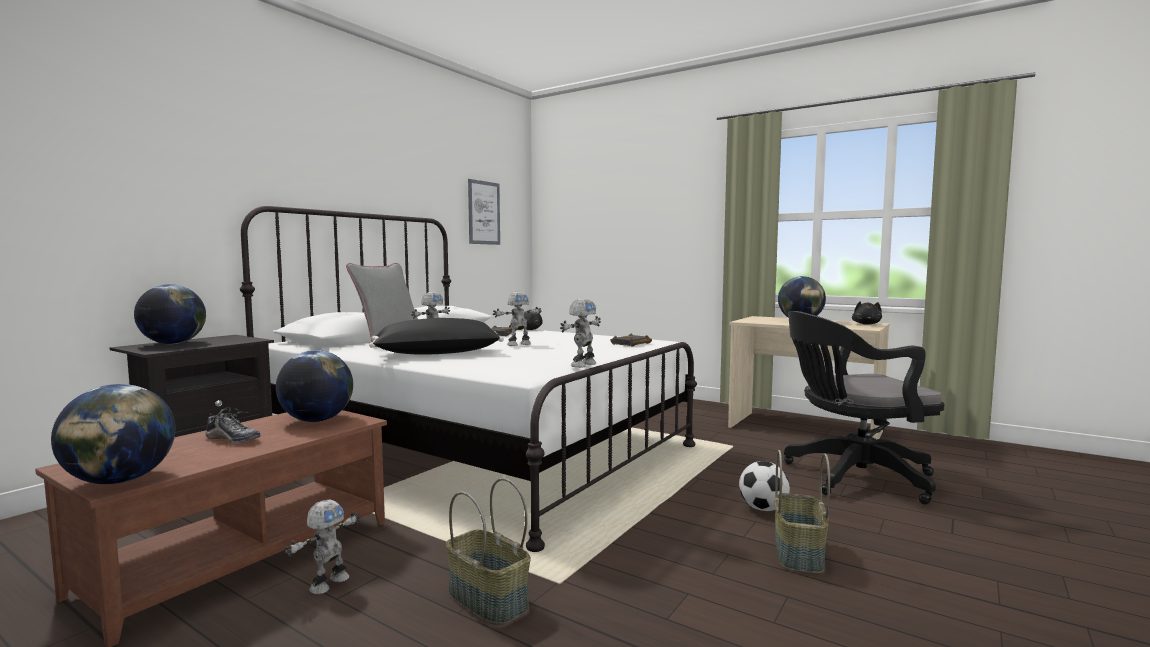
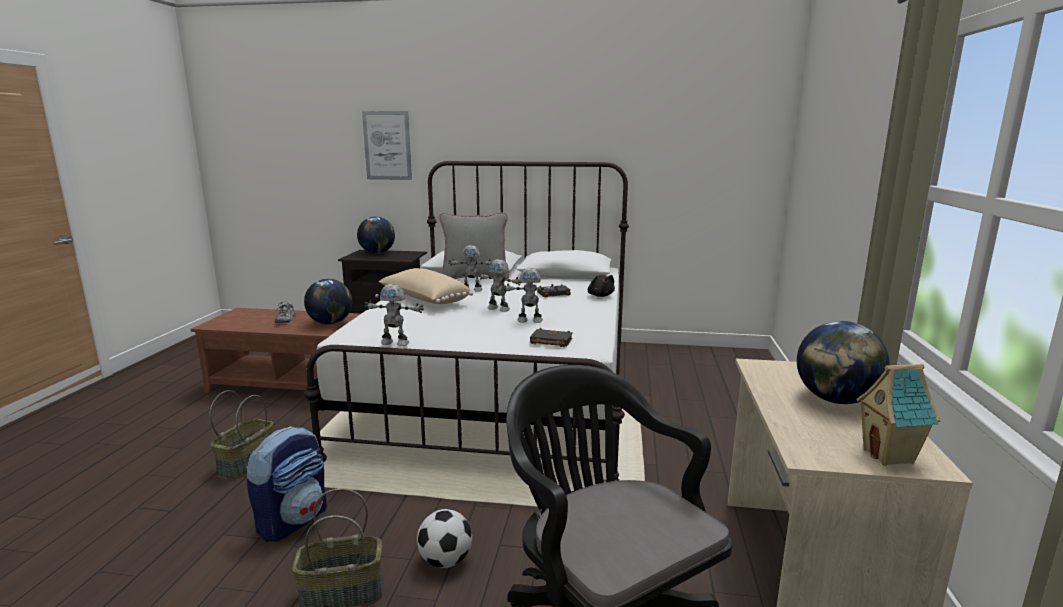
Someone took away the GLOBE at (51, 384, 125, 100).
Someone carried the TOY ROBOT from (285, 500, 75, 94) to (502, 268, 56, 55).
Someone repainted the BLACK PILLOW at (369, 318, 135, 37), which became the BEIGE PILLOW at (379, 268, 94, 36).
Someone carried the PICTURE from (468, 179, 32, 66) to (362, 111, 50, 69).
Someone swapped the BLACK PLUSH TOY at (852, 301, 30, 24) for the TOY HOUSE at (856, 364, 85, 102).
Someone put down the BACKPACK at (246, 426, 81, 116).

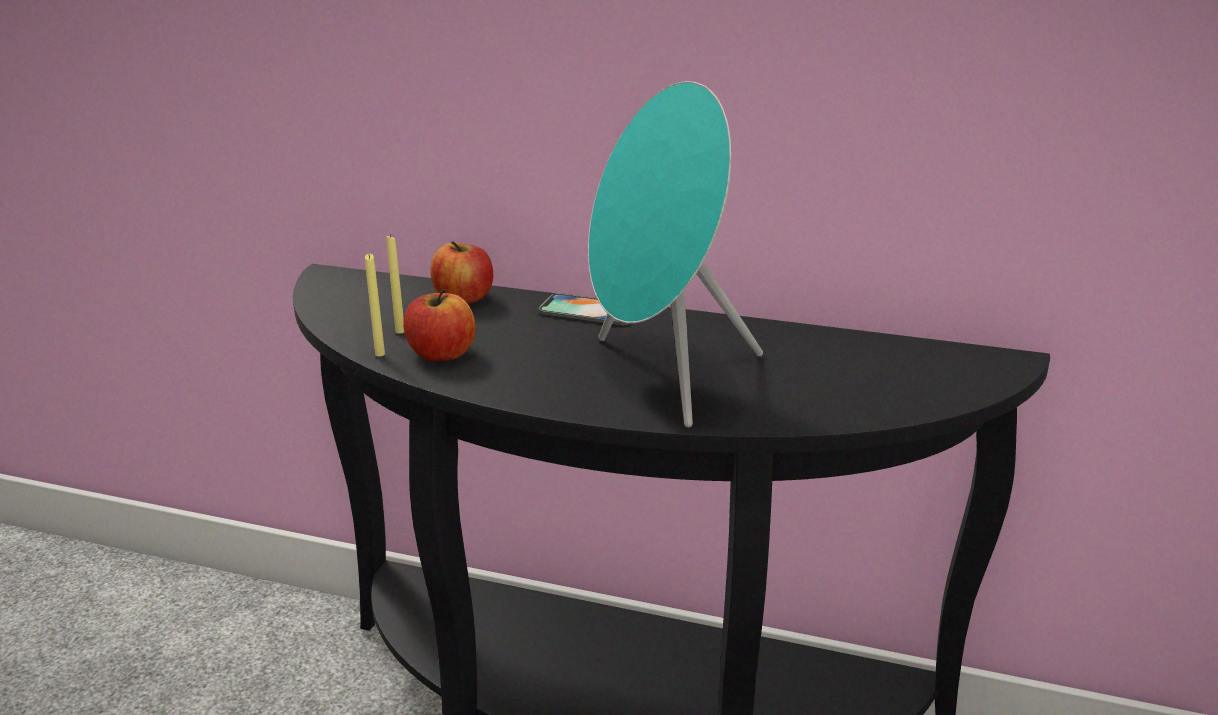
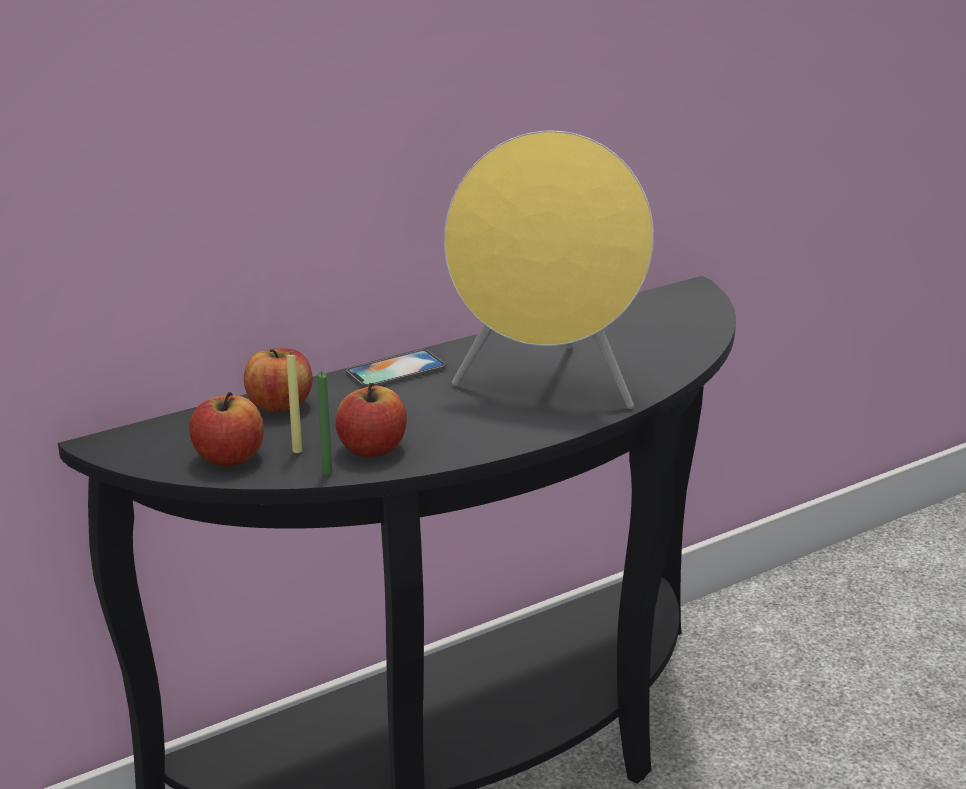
Someone repainted the YELLOW CANDLE at (365, 254, 20, 103), which became the GREEN CANDLE at (317, 372, 15, 103).
Someone repainted the TURQUOISE SPEAKER at (588, 81, 175, 346), which became the YELLOW SPEAKER at (444, 131, 210, 278).
Someone put down the APPLE at (190, 392, 74, 74).

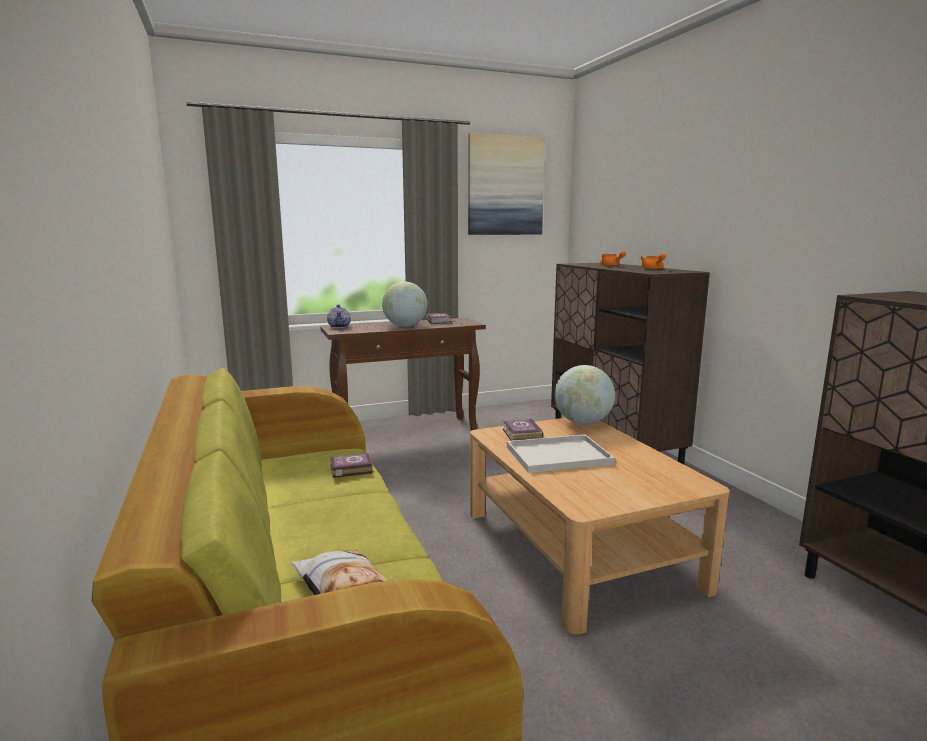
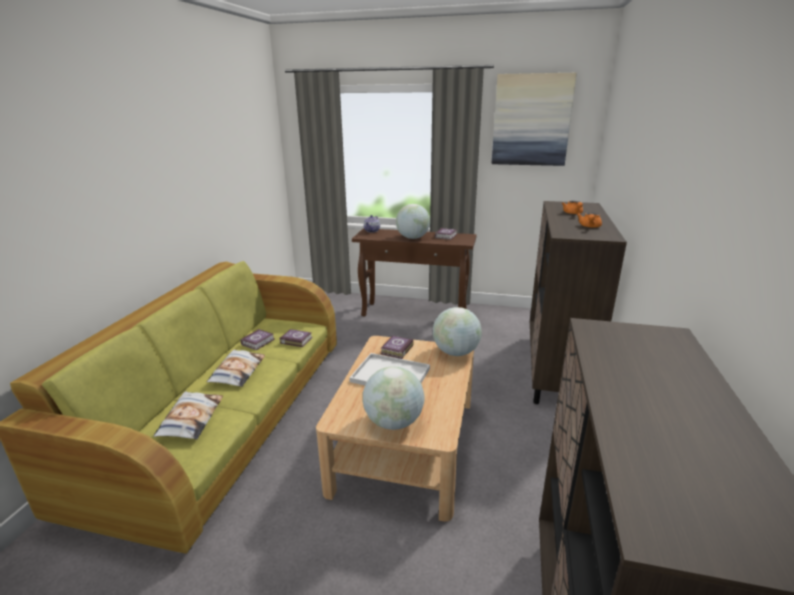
Someone put down the PILLOW at (207, 349, 58, 38).
Someone put down the BOOK at (241, 329, 34, 21).
Someone put down the GLOBE at (363, 366, 62, 64).

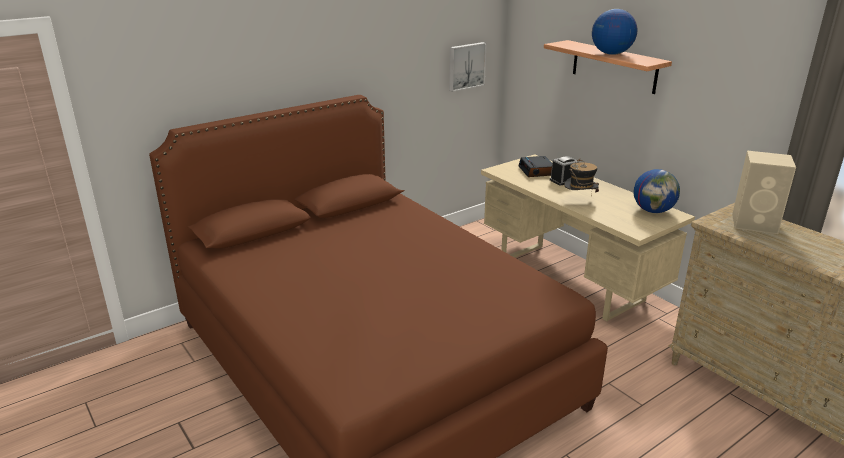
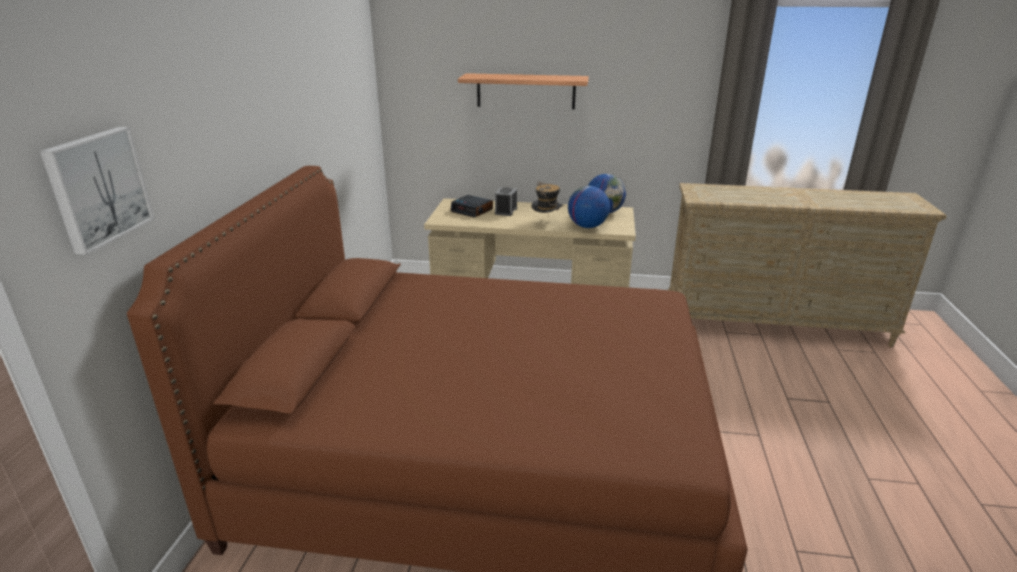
Someone carried the PICTURE from (449, 42, 38, 50) to (40, 127, 114, 128).
Someone carried the GLOBE from (592, 9, 45, 46) to (568, 186, 42, 42).
Someone took away the BEIGE SPEAKER at (732, 151, 64, 83).

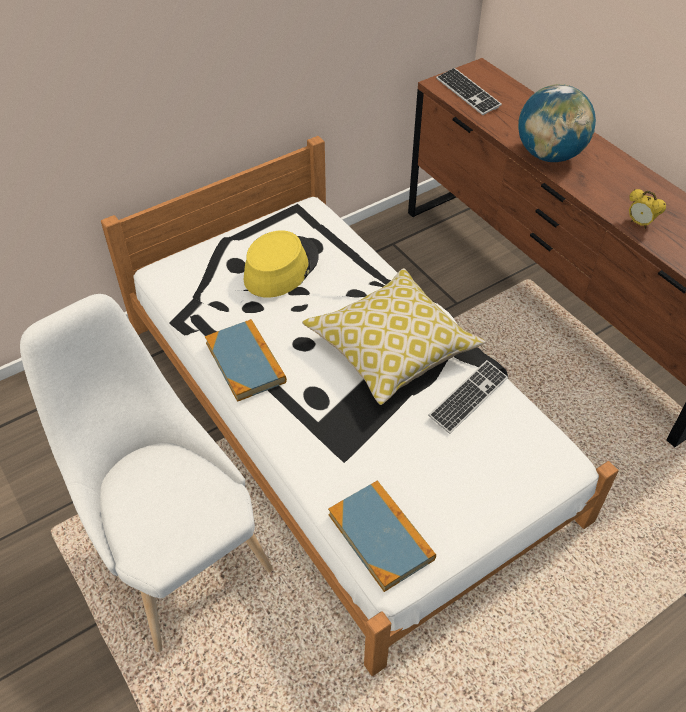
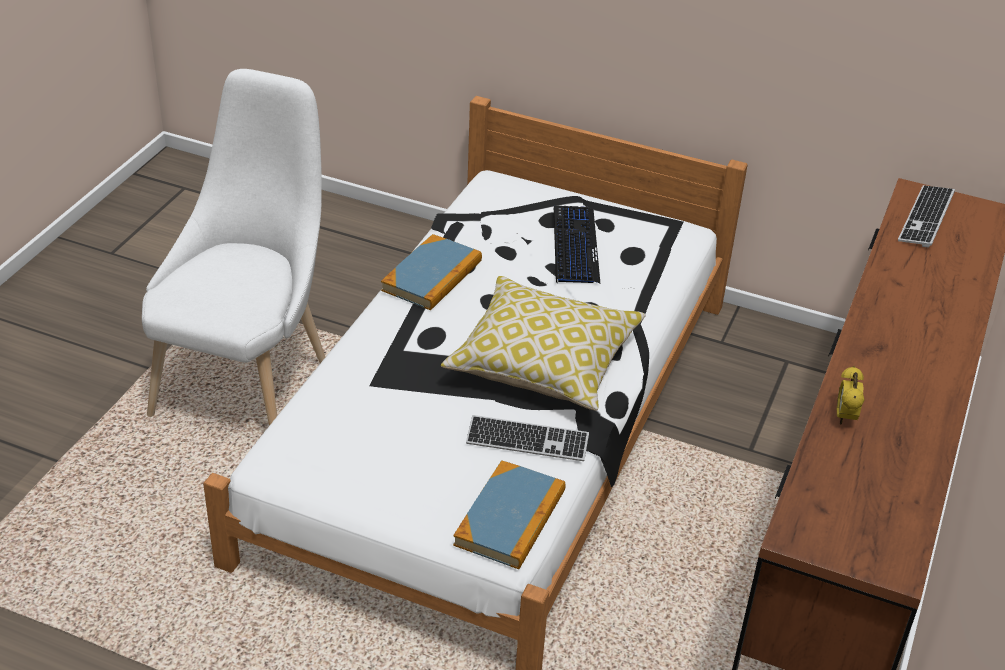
Someone swapped the YELLOW HAT at (244, 230, 75, 68) for the KEYBOARD at (554, 205, 46, 78).
Someone carried the BOOK from (328, 481, 108, 111) to (453, 460, 113, 109).
Someone took away the GLOBE at (518, 84, 78, 78).

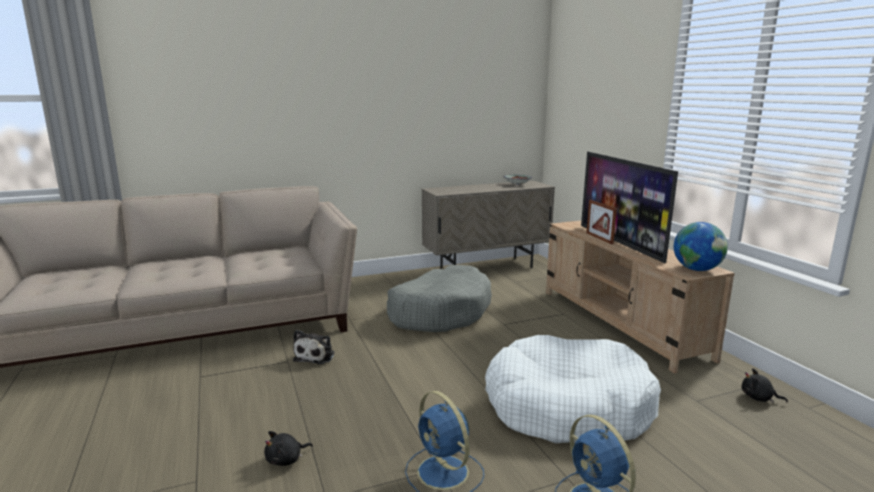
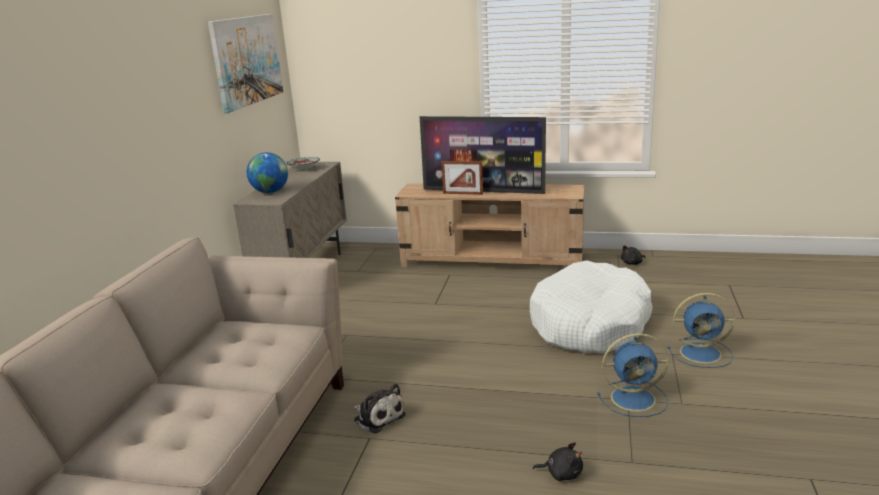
Someone rotated the BLACK PLUSH TOY at (264, 431, 49, 35) by 75 degrees counterclockwise.
Someone took away the GREY DOG BED at (387, 265, 105, 67).
Someone carried the GLOBE from (674, 222, 54, 49) to (247, 152, 41, 41).
Someone put up the PICTURE at (208, 14, 75, 99).

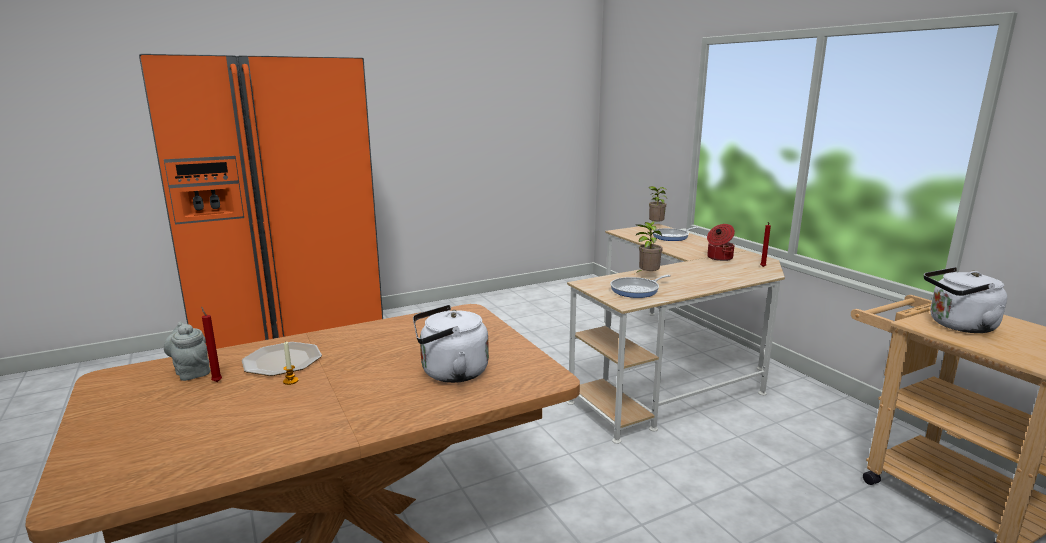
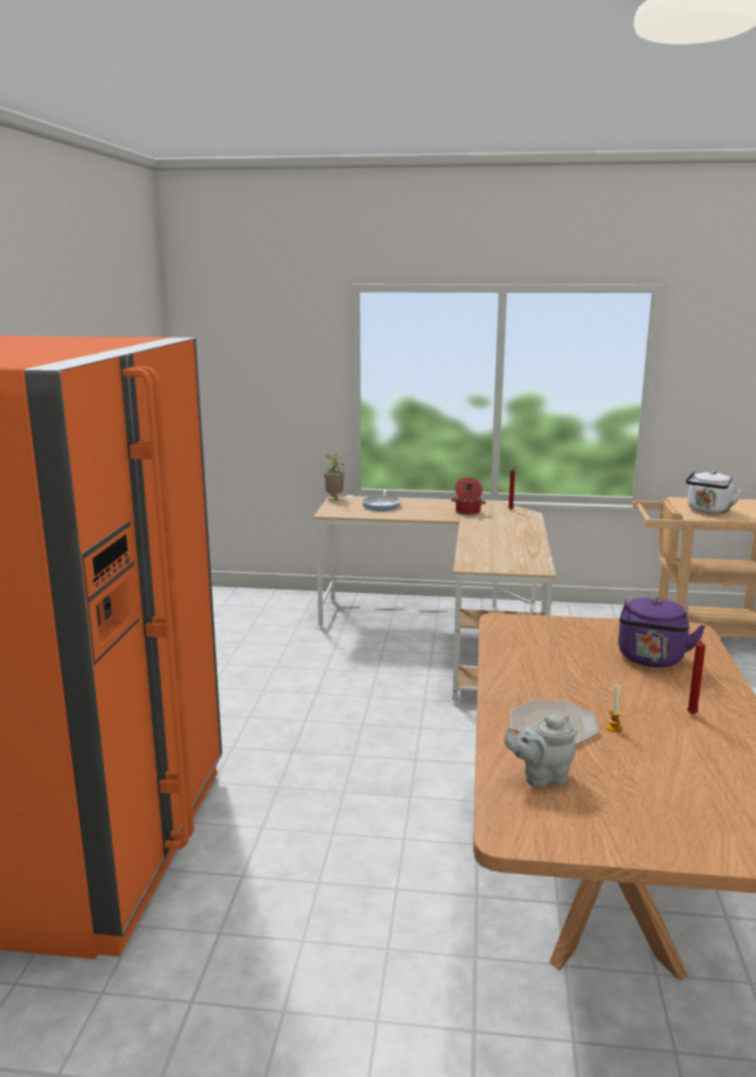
Someone carried the RED CANDLE from (201, 307, 21, 75) to (687, 637, 18, 77).
Someone repainted the WHITE KETTLE at (413, 305, 76, 78), which became the PURPLE KETTLE at (618, 597, 88, 70).
Someone took away the FRYING PAN at (610, 275, 61, 23).
Someone took away the POTTED PLANT at (636, 222, 27, 51).

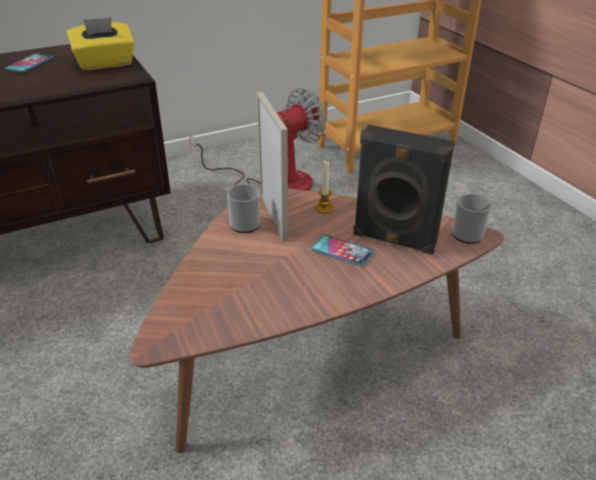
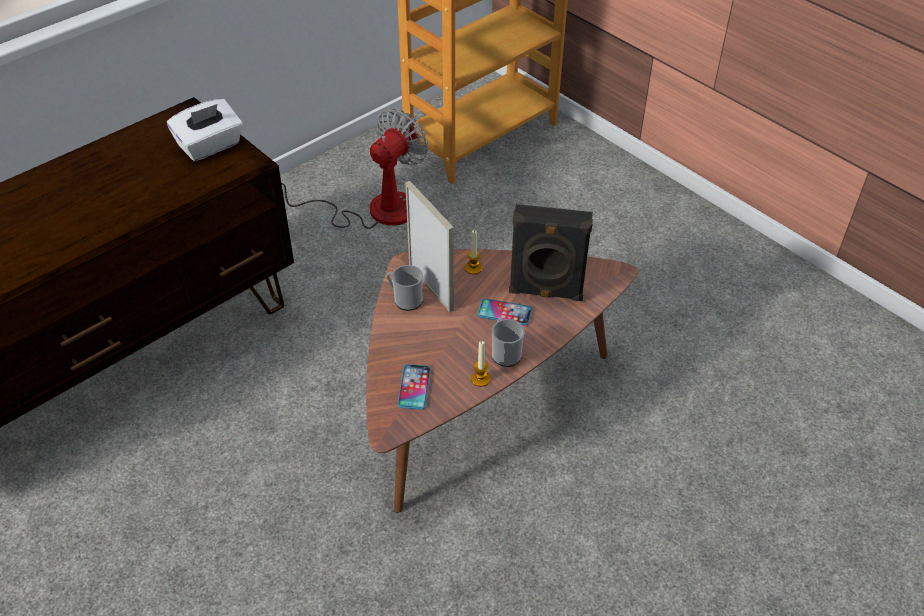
Someone carried the PHONE from (5, 53, 48, 20) to (398, 364, 33, 46).
Someone repainted the YELLOW TISSUE BOX at (66, 17, 68, 54), which became the WHITE TISSUE BOX at (167, 99, 76, 62).
Someone carried the MUG from (452, 193, 40, 51) to (492, 318, 33, 49).
Someone put down the CANDLE at (471, 341, 19, 46).

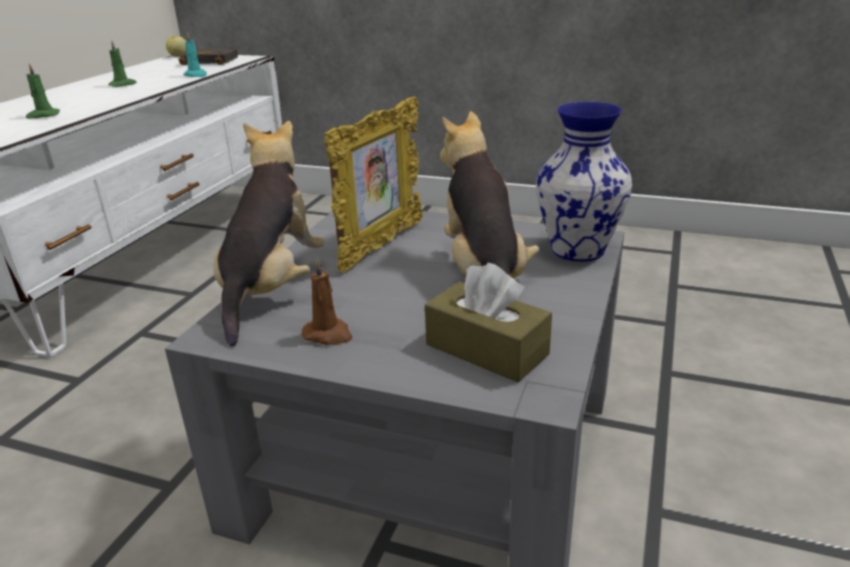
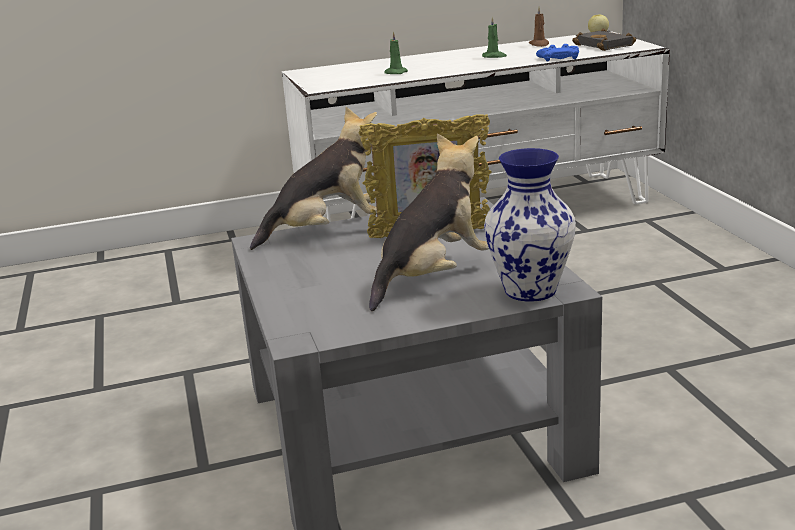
Someone swapped the TURQUOISE CANDLE at (183, 32, 24, 45) for the BLUE GAME CONTROLLER at (536, 44, 43, 17).
Someone carried the BROWN CANDLE from (302, 258, 51, 87) to (529, 7, 20, 40).
Someone took away the BROWN TISSUE BOX at (425, 263, 127, 119).

